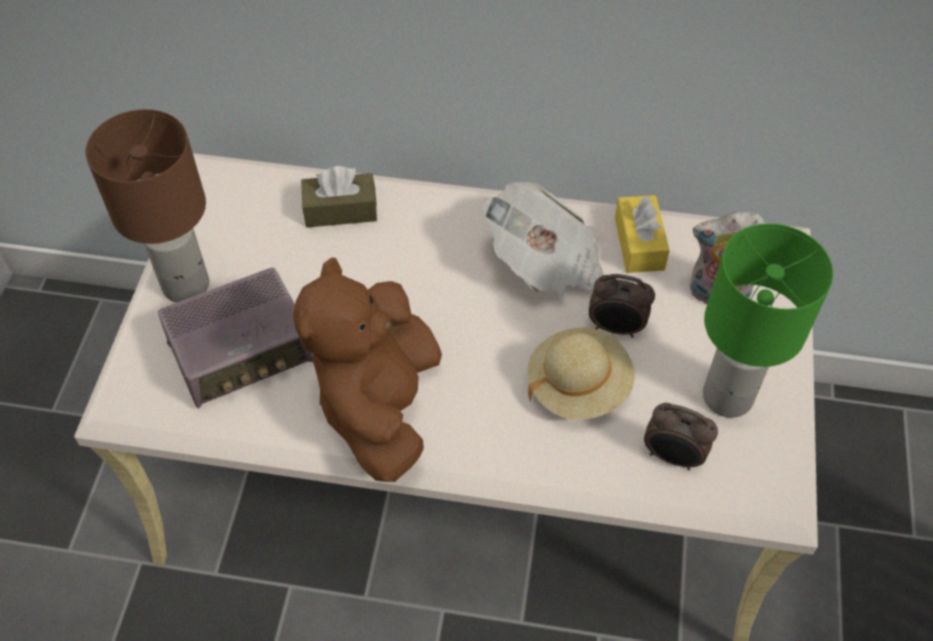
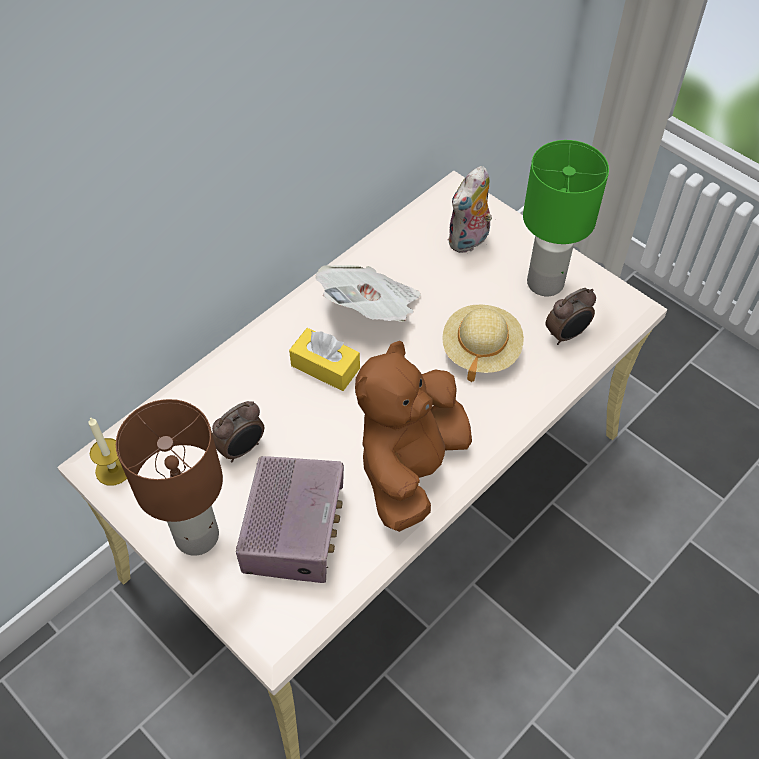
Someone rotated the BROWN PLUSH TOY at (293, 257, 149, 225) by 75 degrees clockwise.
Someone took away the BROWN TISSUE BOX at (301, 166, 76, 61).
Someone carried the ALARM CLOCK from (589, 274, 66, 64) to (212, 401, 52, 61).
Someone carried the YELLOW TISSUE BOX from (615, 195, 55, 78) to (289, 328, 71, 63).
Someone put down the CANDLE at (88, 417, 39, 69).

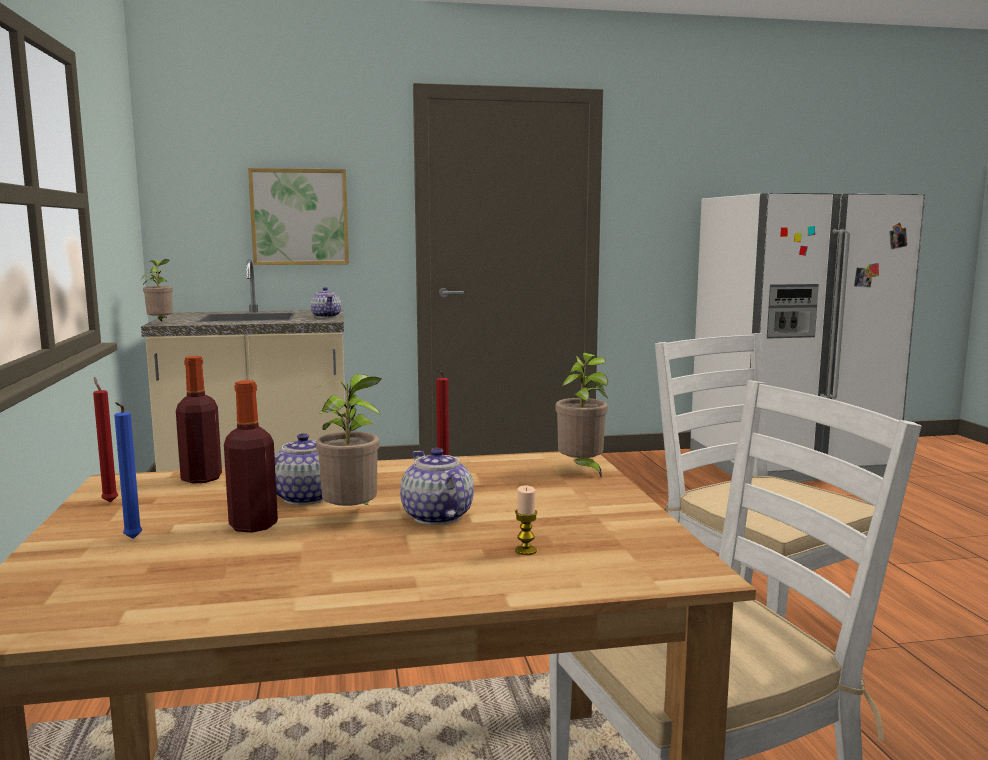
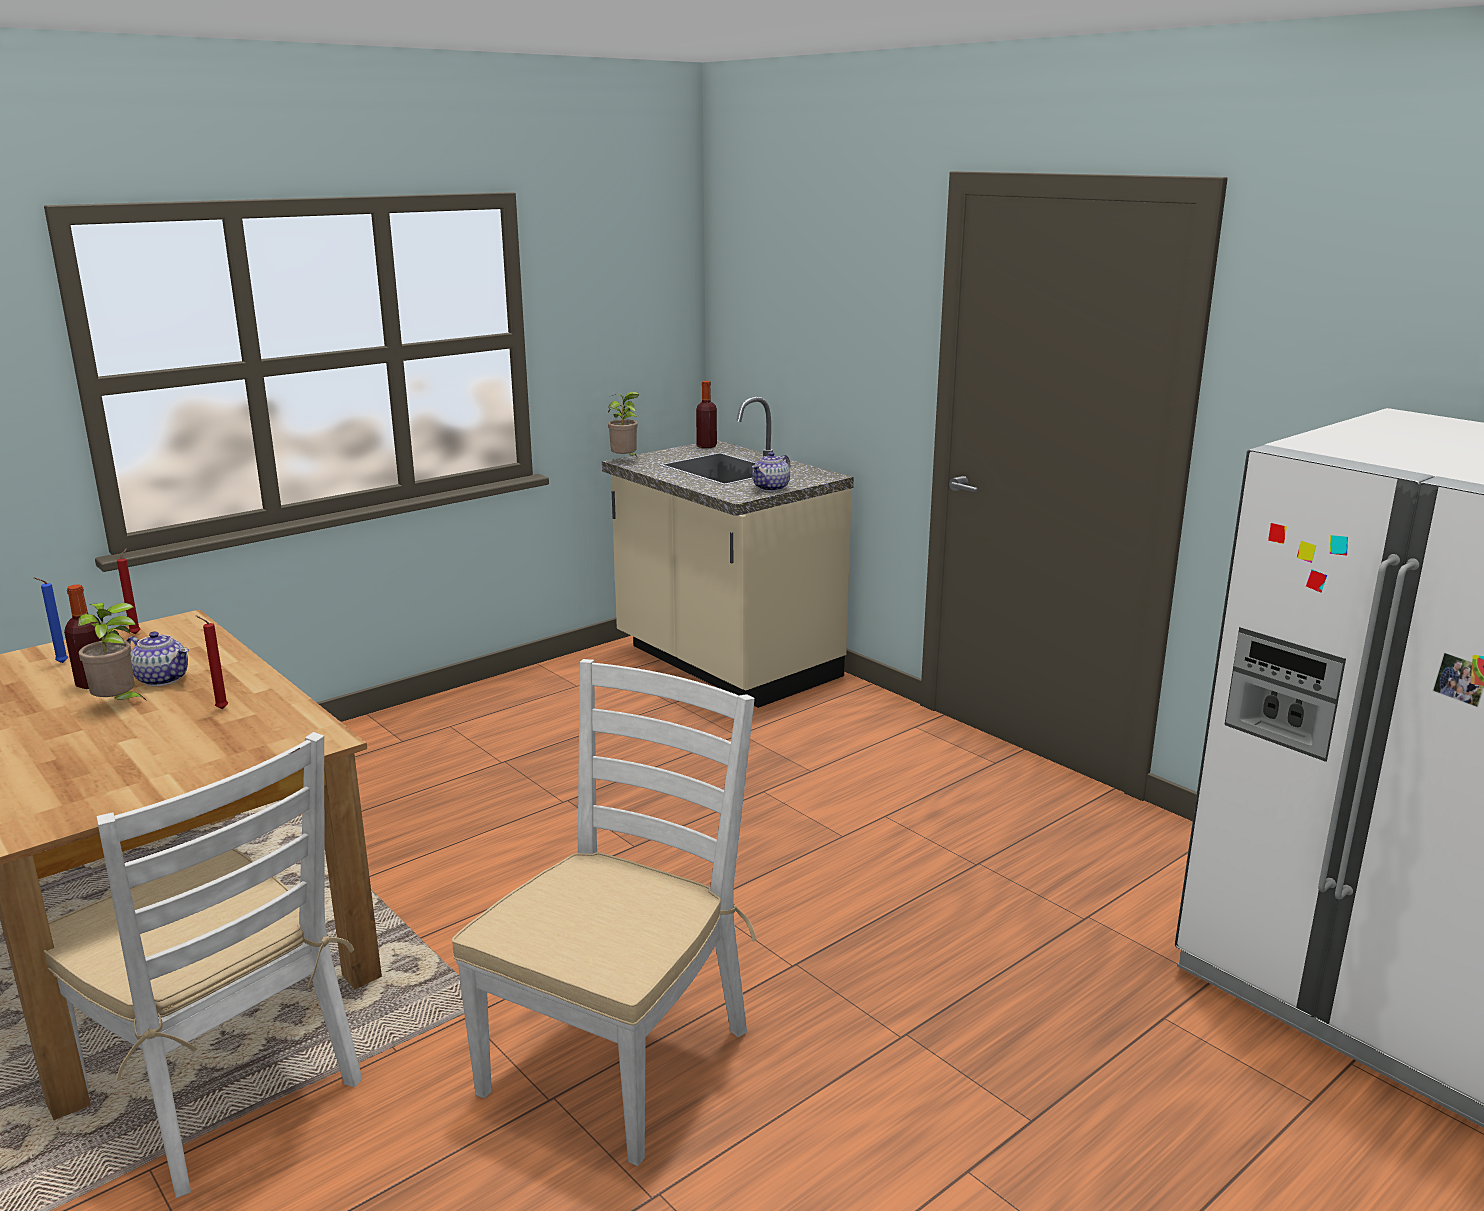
Someone carried the BOTTLE from (176, 356, 46, 128) to (696, 381, 21, 67).
Someone took away the PICTURE at (248, 168, 101, 97).
Someone took away the TEAPOT at (400, 448, 74, 77).
Someone took away the CANDLE at (515, 486, 22, 69).
Someone took away the POTTED PLANT at (556, 353, 52, 124).

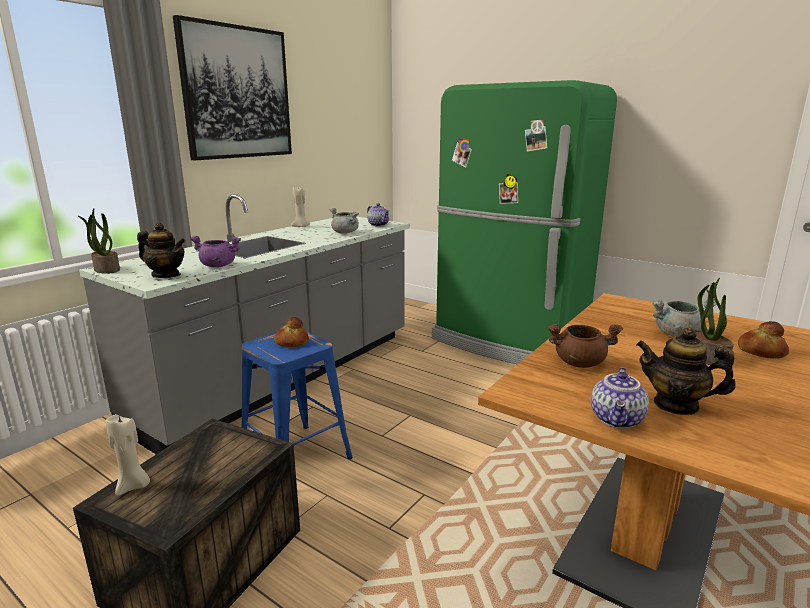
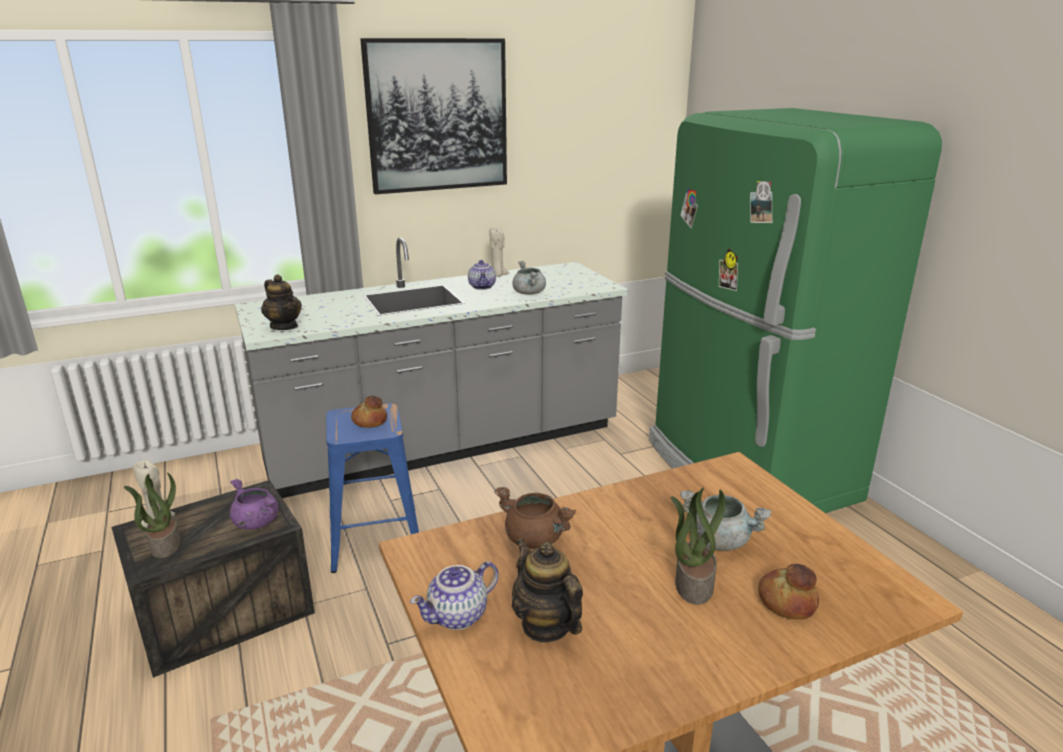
Someone carried the POTTED PLANT from (78, 208, 42, 66) to (124, 473, 57, 85).
Someone carried the PURPLE COOKING POT from (190, 236, 51, 31) to (230, 479, 49, 51).
Someone carried the TEAPOT from (367, 203, 23, 24) to (468, 260, 28, 30).

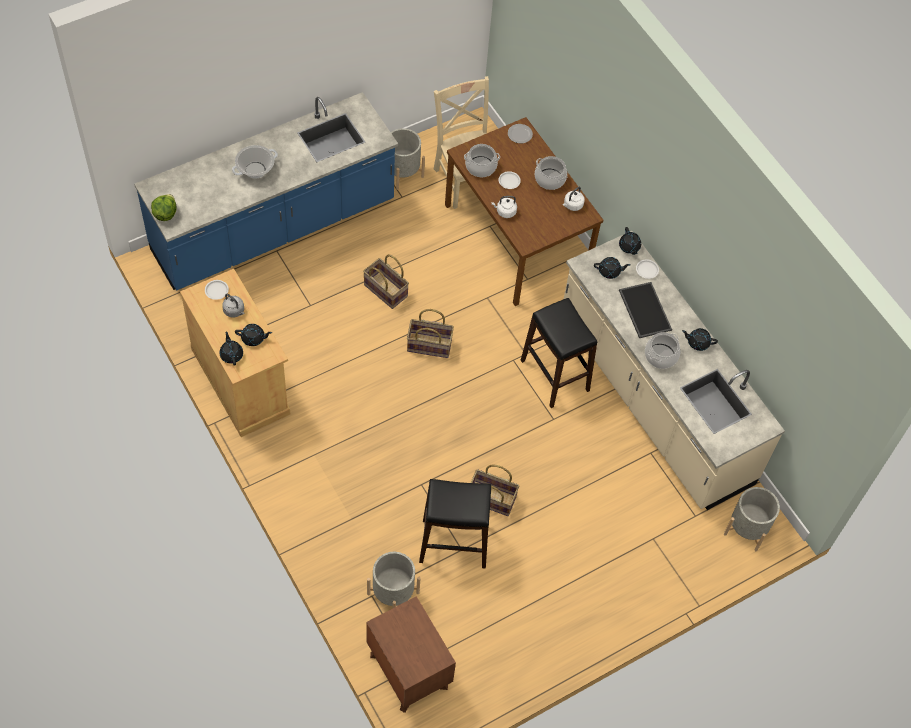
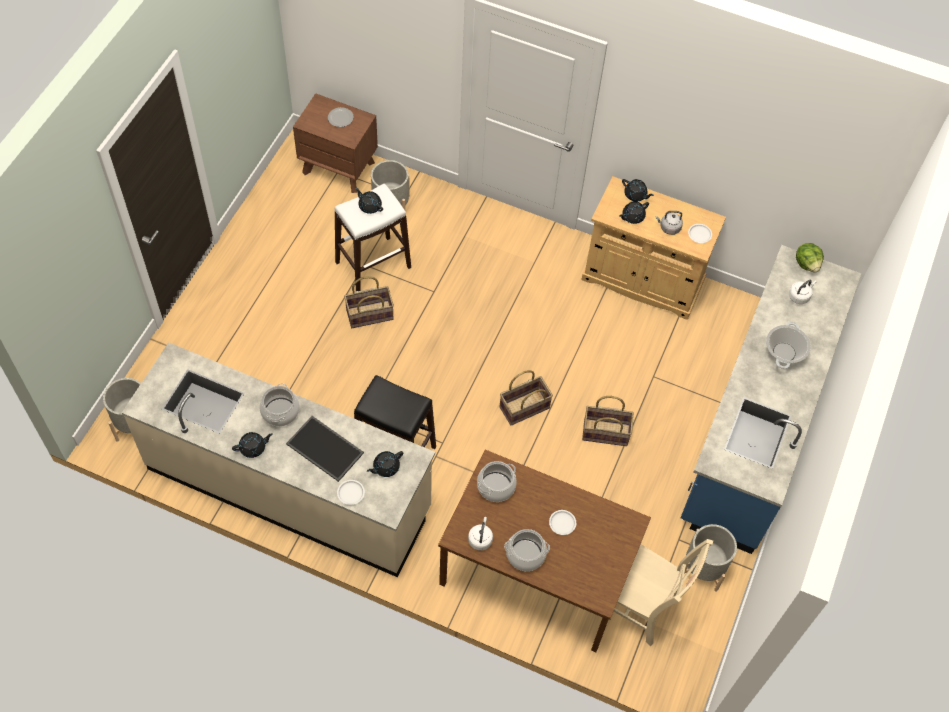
Someone repainted the BLACK STOOL at (419, 479, 72, 90), which became the WHITE STOOL at (334, 184, 77, 107).
Someone carried the COOKING POT from (464, 144, 36, 33) to (477, 461, 40, 41).
Someone carried the WHITE KETTLE from (492, 196, 25, 22) to (789, 280, 27, 24).
Someone carried the PLATE from (508, 124, 25, 19) to (328, 107, 26, 20).
Someone carried the BLACK TEAPOT from (619, 227, 22, 28) to (355, 187, 28, 27).

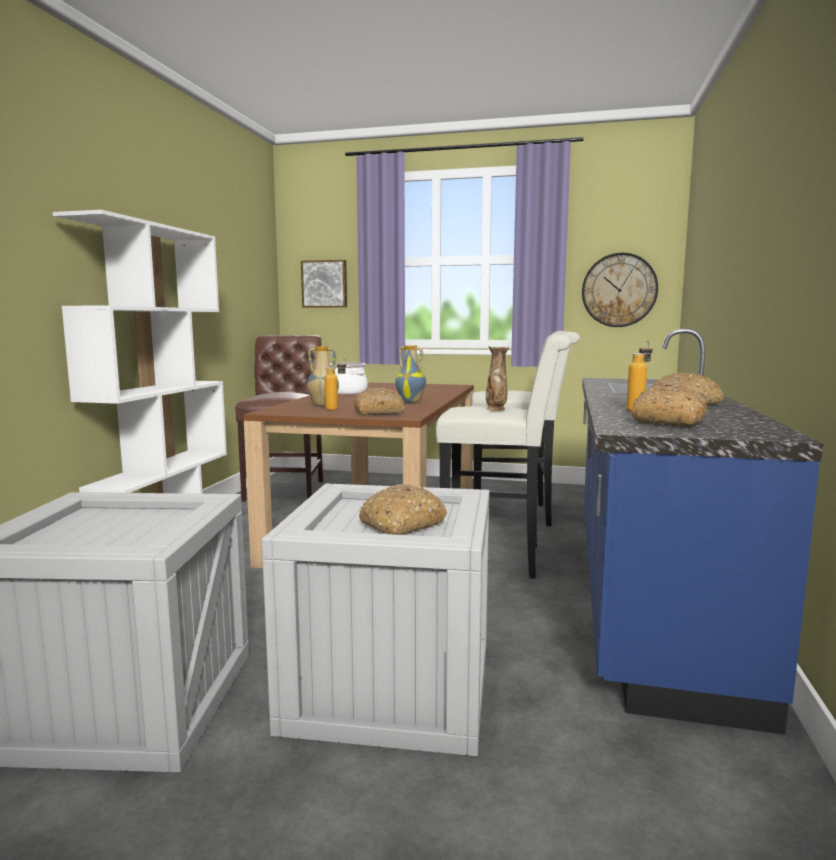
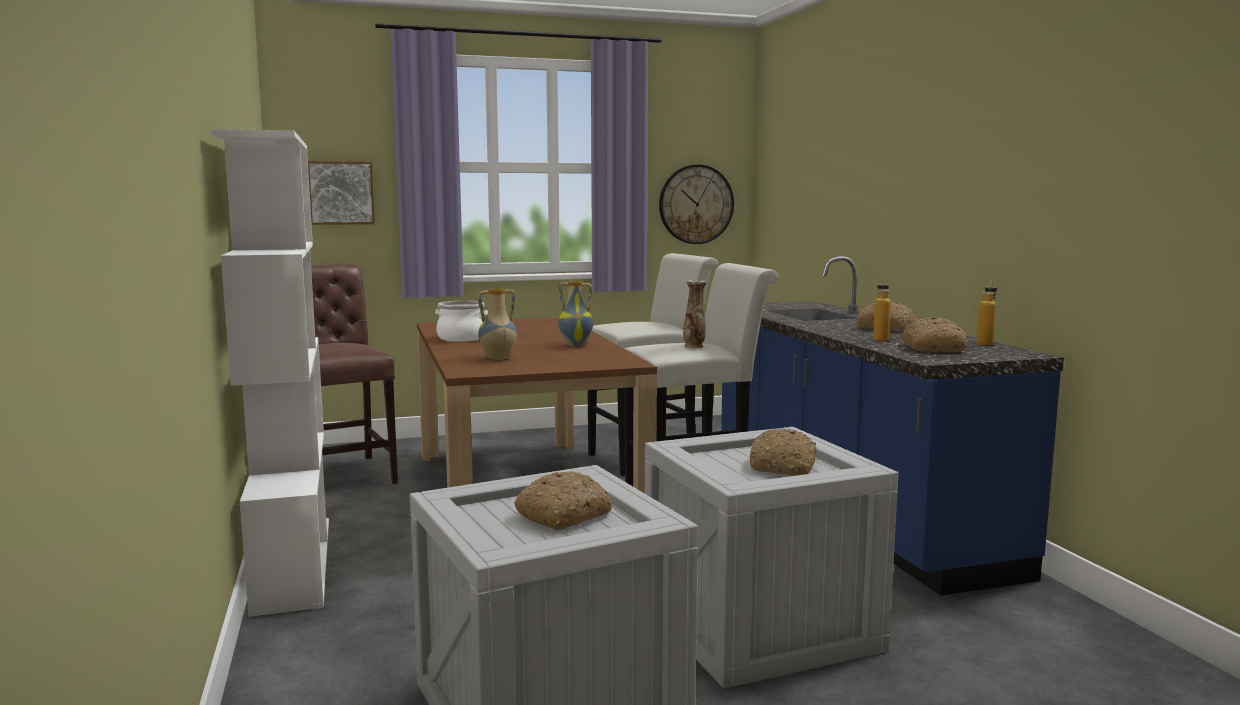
Someone carried the BOTTLE from (325, 358, 22, 52) to (976, 280, 21, 65).
Someone carried the BREAD from (354, 388, 51, 27) to (514, 471, 98, 59).

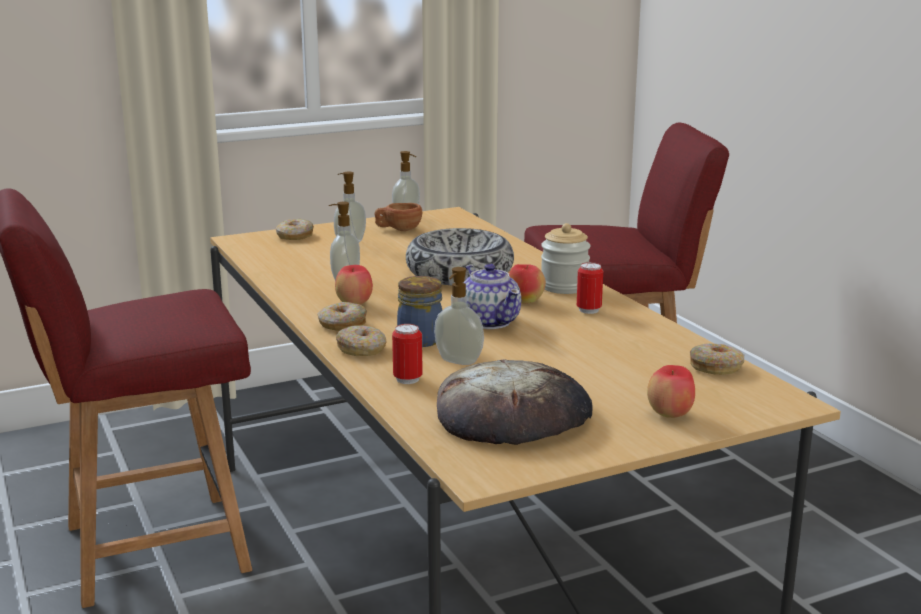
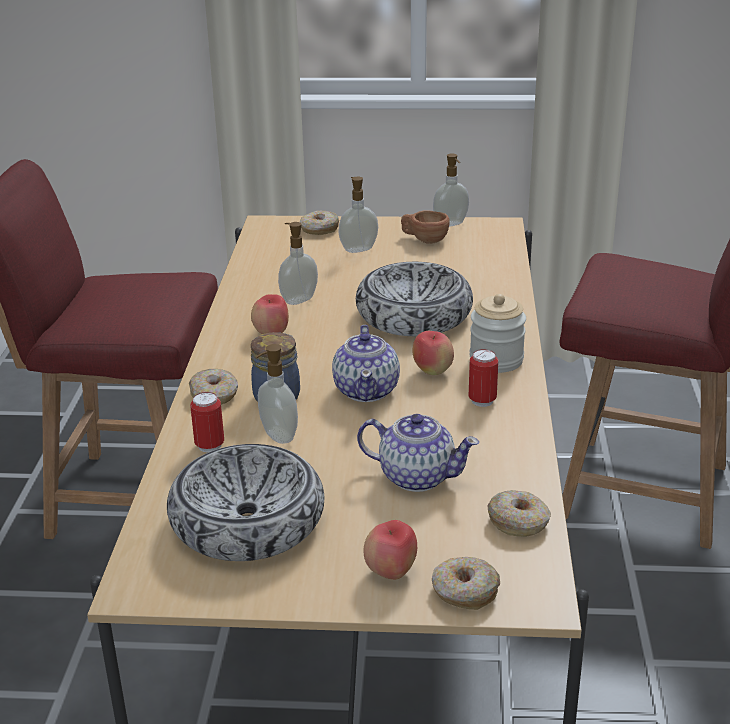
Someone carried the DONUT from (317, 302, 50, 29) to (432, 557, 68, 53).
Someone swapped the BREAD at (437, 359, 156, 86) for the BOWL at (167, 444, 157, 117).
Someone put down the TEAPOT at (357, 414, 122, 78).

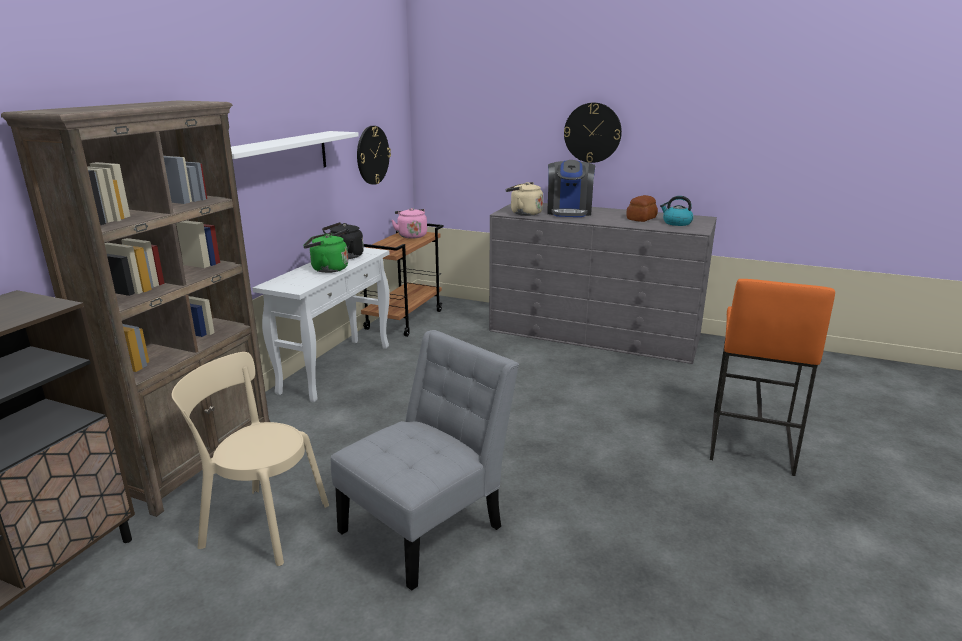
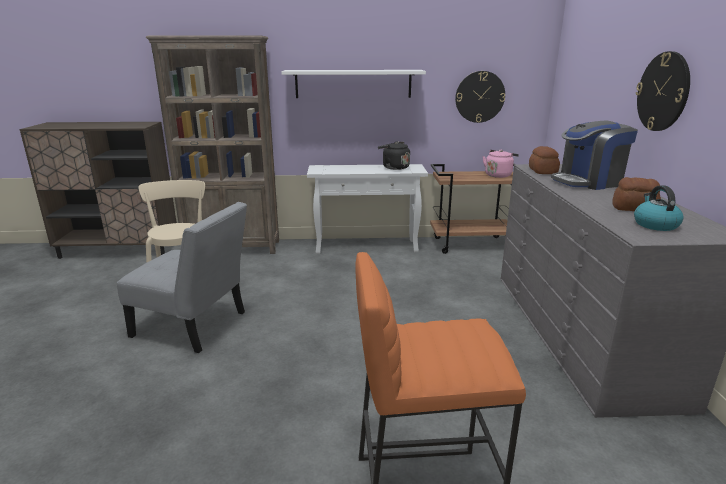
Someone took away the GREEN KETTLE at (303, 233, 45, 40).
Someone swapped the BEIGE KETTLE at (506, 182, 37, 34) for the BREAD at (529, 146, 31, 28).

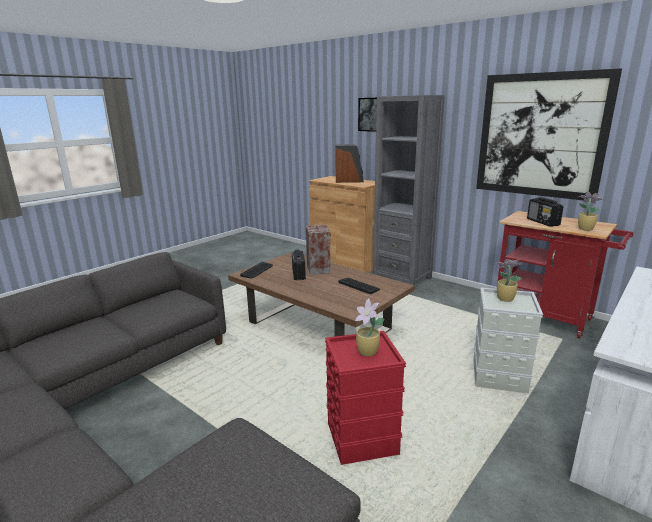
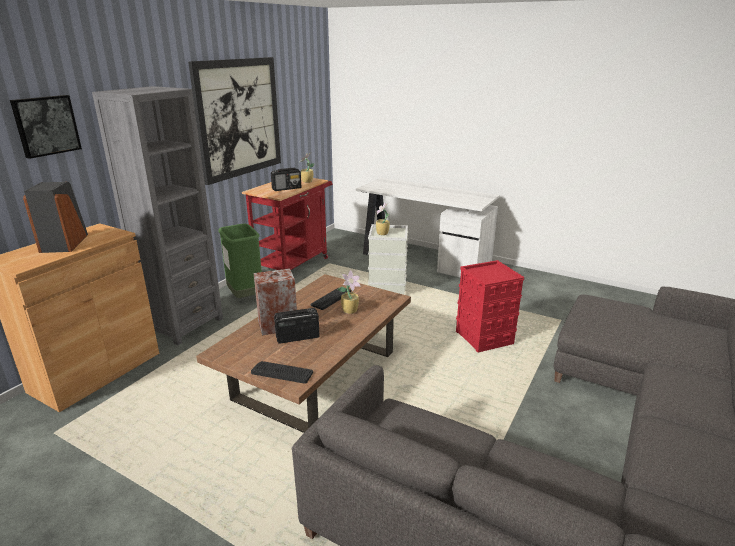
Someone carried the POTTED PLANT from (355, 299, 29, 57) to (337, 270, 24, 44).
Someone put down the GREEN TRASH CAN at (218, 224, 44, 74).

